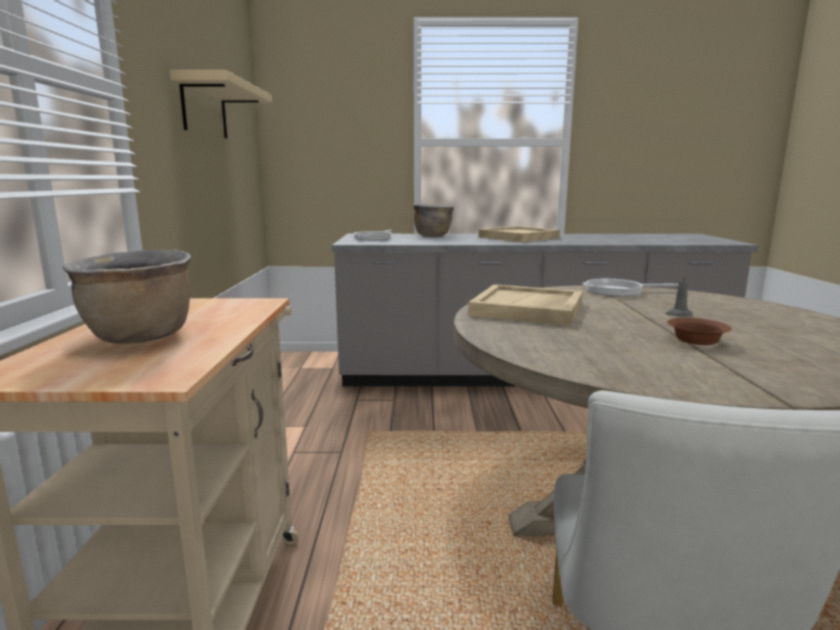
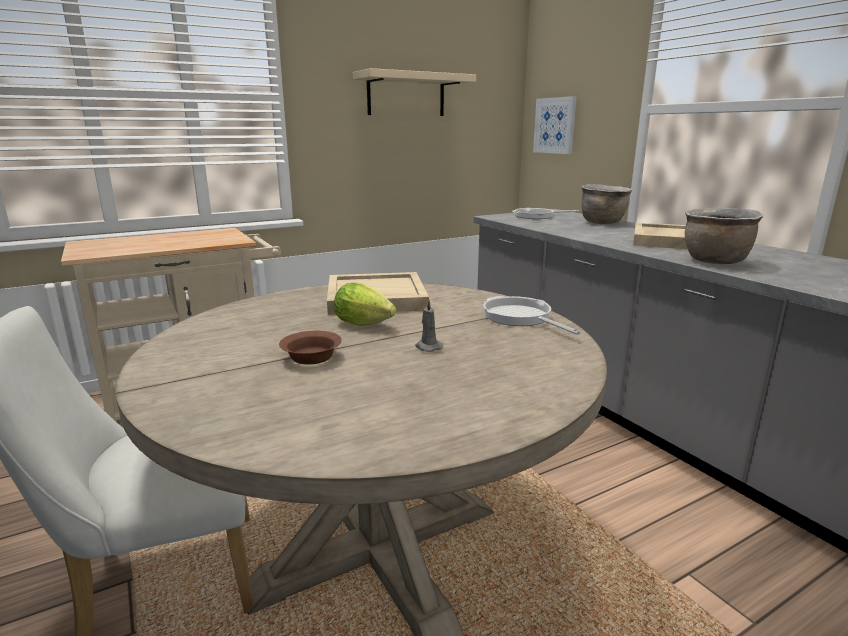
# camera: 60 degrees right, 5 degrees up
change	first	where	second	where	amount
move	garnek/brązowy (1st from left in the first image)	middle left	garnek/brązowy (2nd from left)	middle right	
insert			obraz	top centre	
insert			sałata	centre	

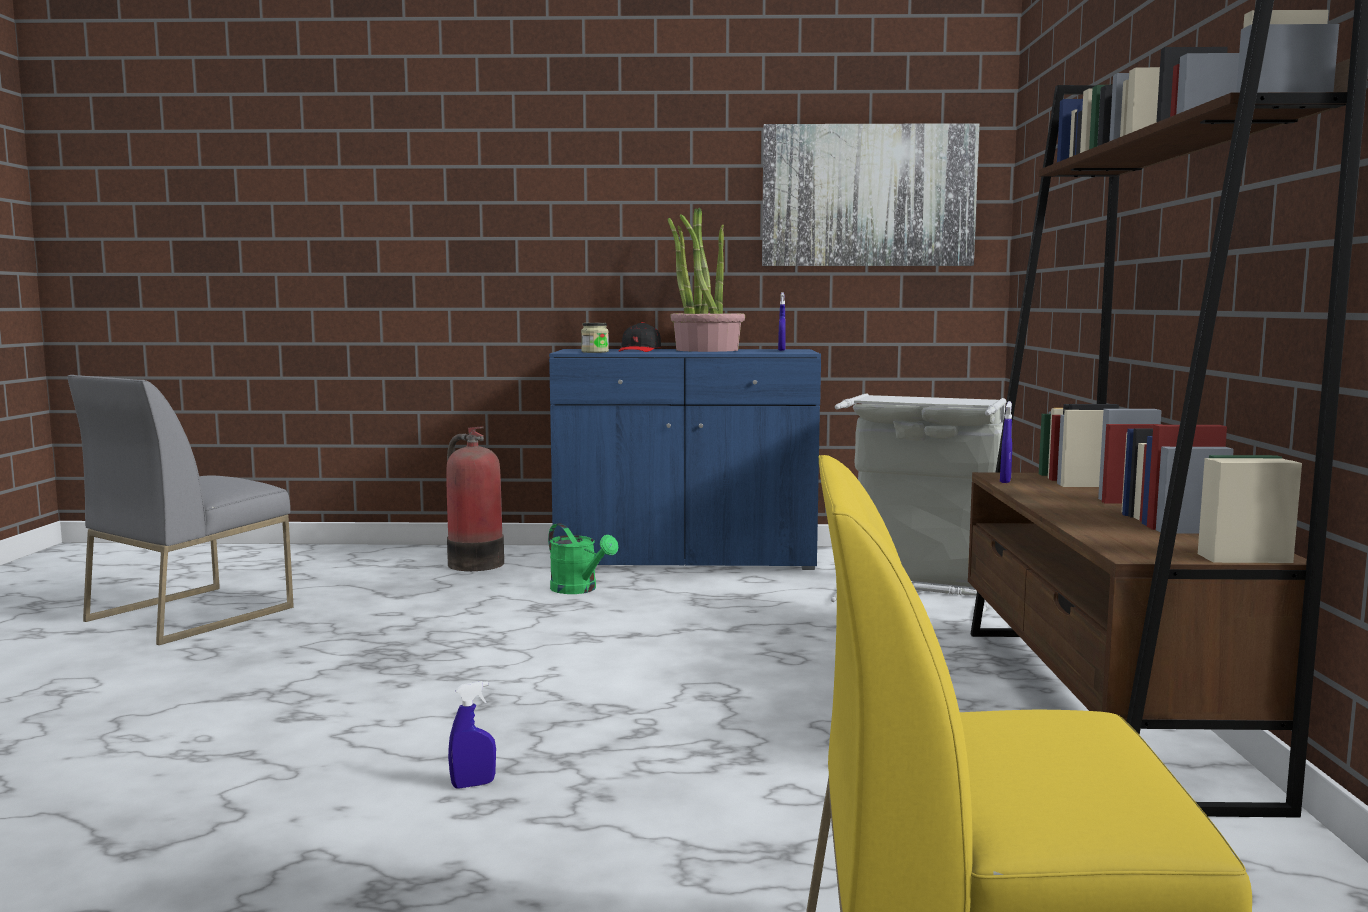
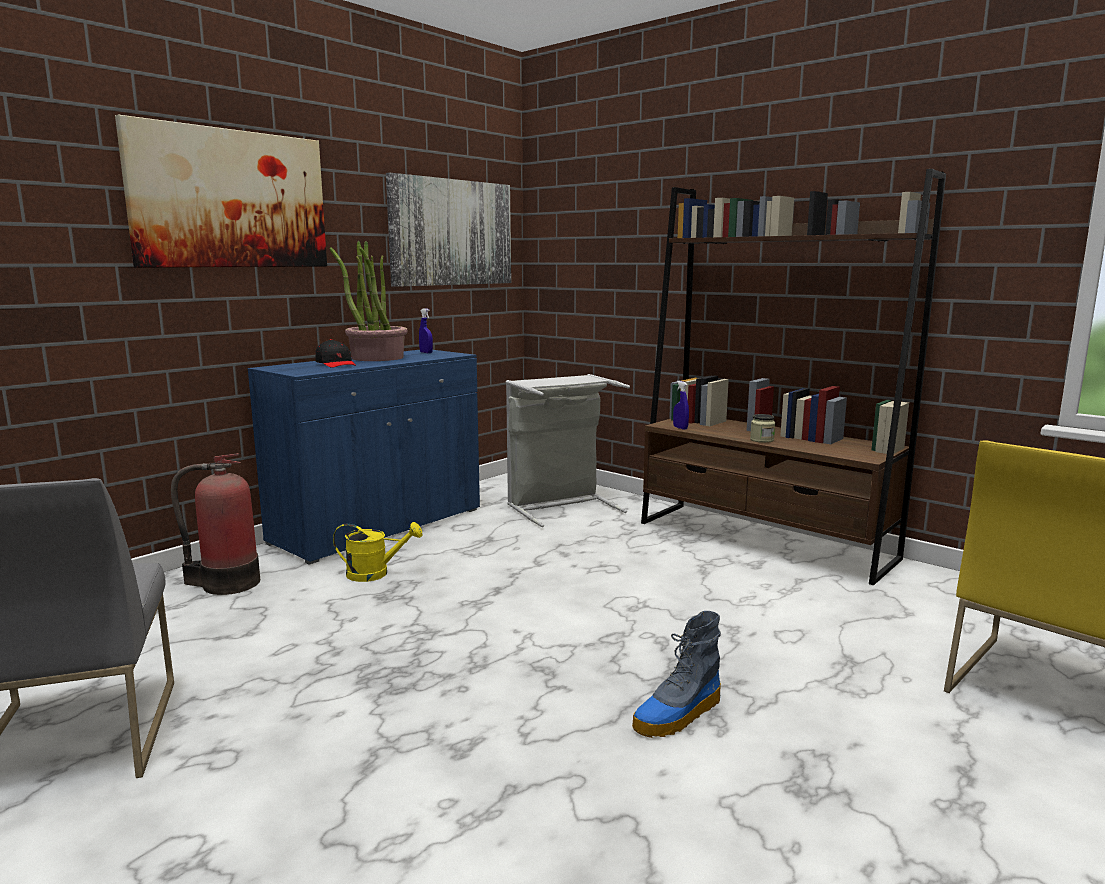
# camera: 50 degrees left, 5 degrees up
change	first	where	second	where	amount
move	słoik	centre		middle right	
recolor	konewka/zielony	centre	konewka/żółty	centre	
replace	spryskiwacz/niebieski (1st from left)	bottom centre	but z cholewką	bottom centre	
insert			obraz (1st from left)	top left	

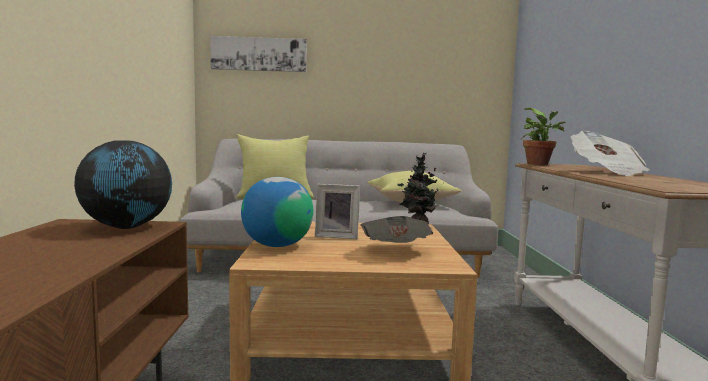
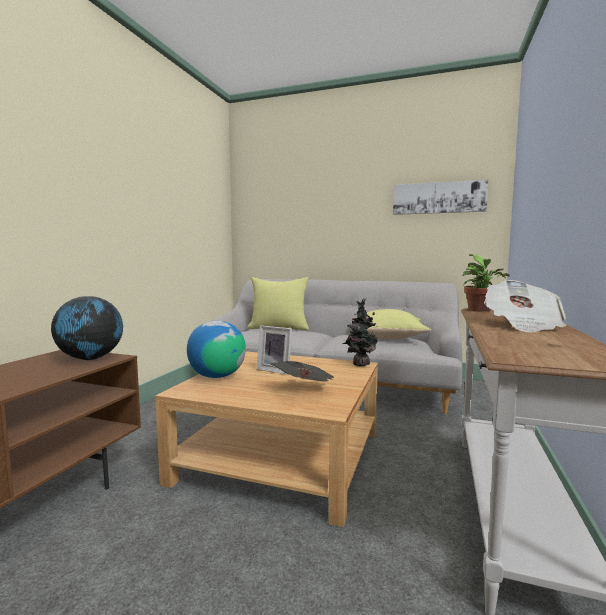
# camera: 20 degrees right, 0 degrees up
change	first	where	second	where	amount
move	obraz	top centre		top right	

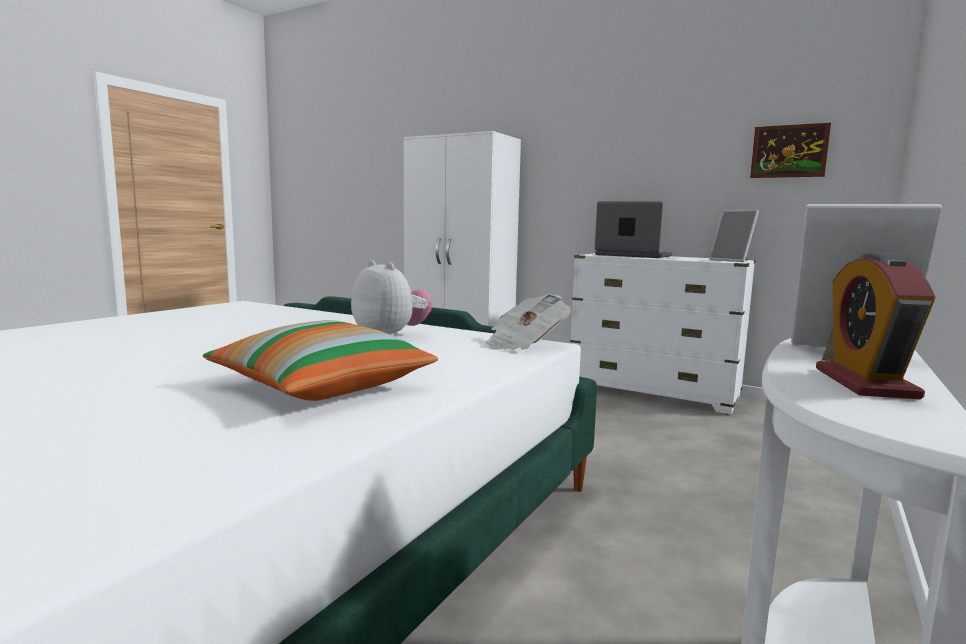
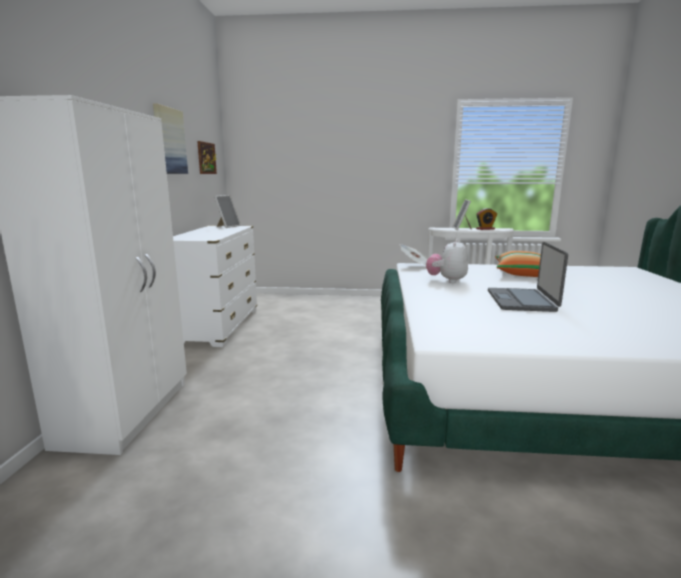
# camera: 115 degrees left, 5 degrees up
change	first	where	second	where	amount
move	laptop	centre		middle right	
insert			obraz (1st from left)	top left	

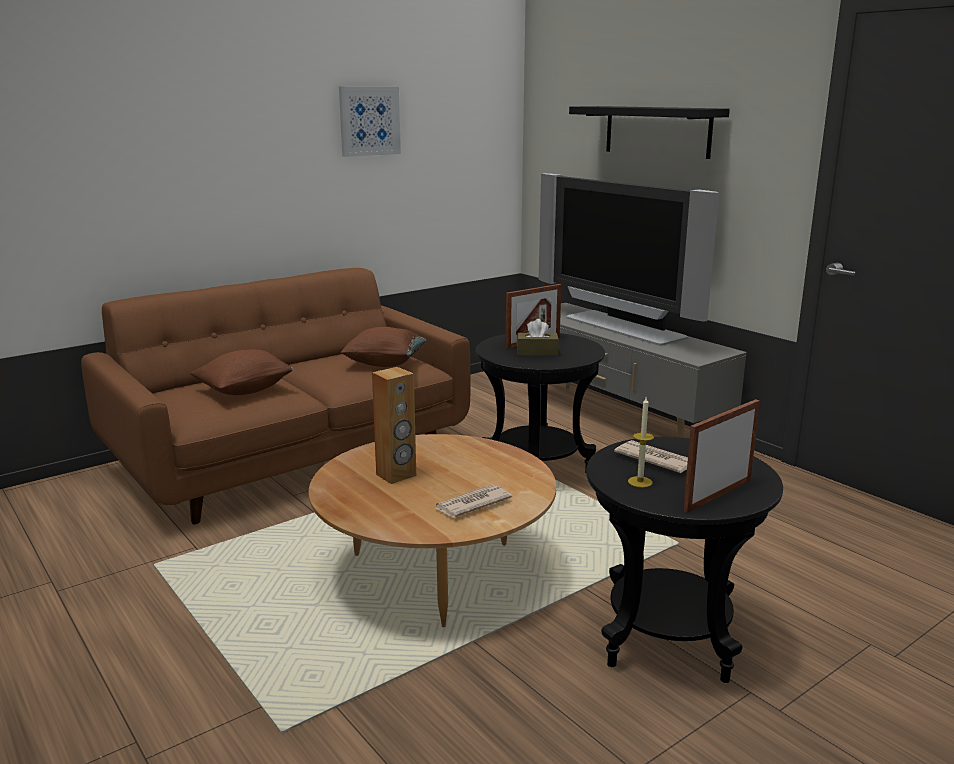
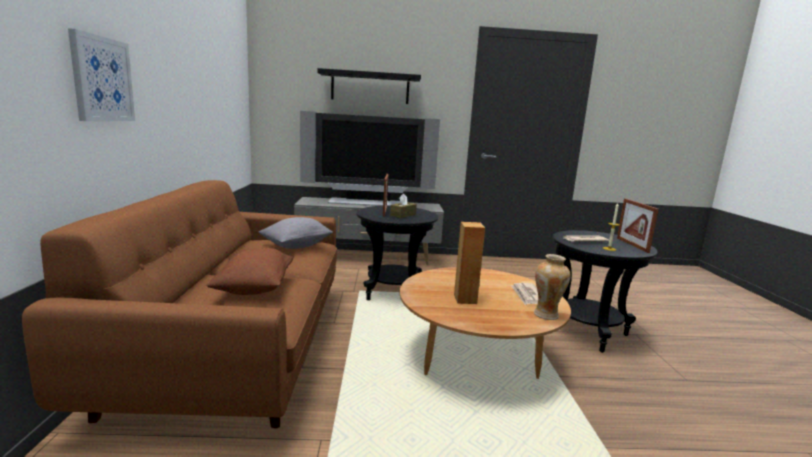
# camera: 55 degrees left, 5 degrees down
change	first	where	second	where	amount
move	obraz	top centre		top left	
recolor	poduszka/brązowy (2nd from left)	centre	poduszka/szary	centre	
insert			wazon	middle right	

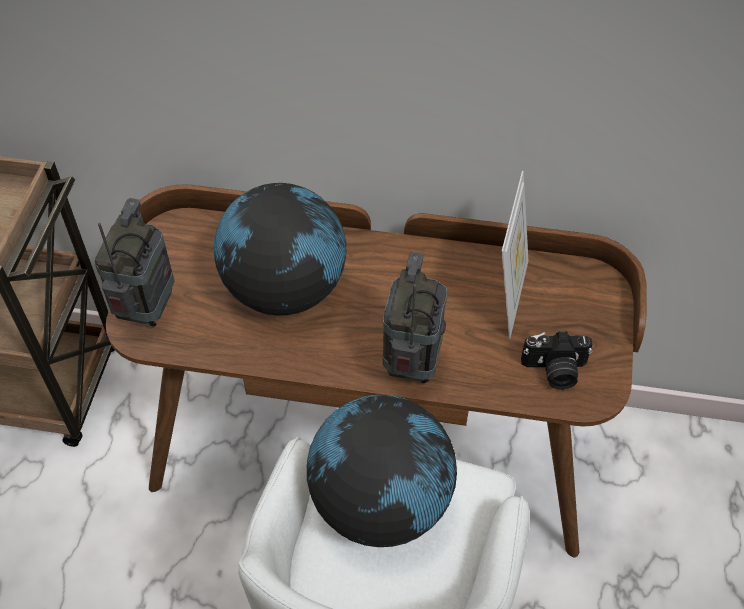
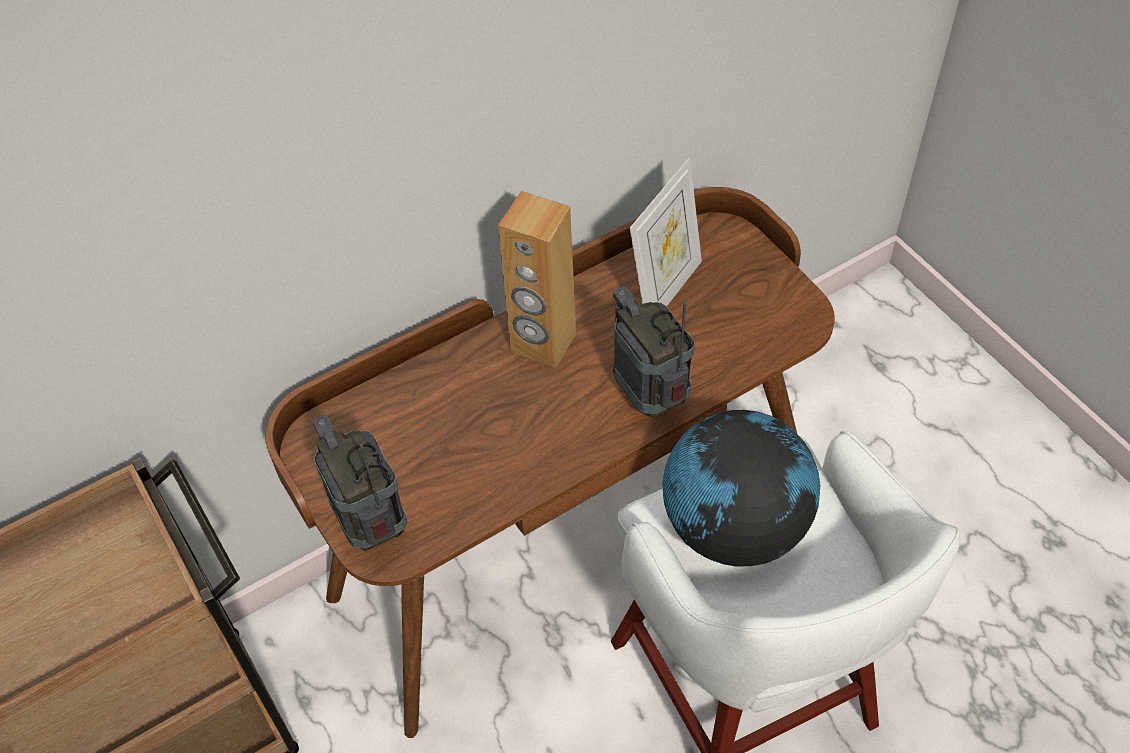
# camera: 40 degrees left, 0 degrees up
change	first	where	second	where	amount
rotate	ramka na zdjęcie	middle right		top centre	60 degrees clockwise
delete	globus (1st from left)	centre			
delete	aparat fotograficzny	middle right			
insert			głośnik/brązowy	centre	

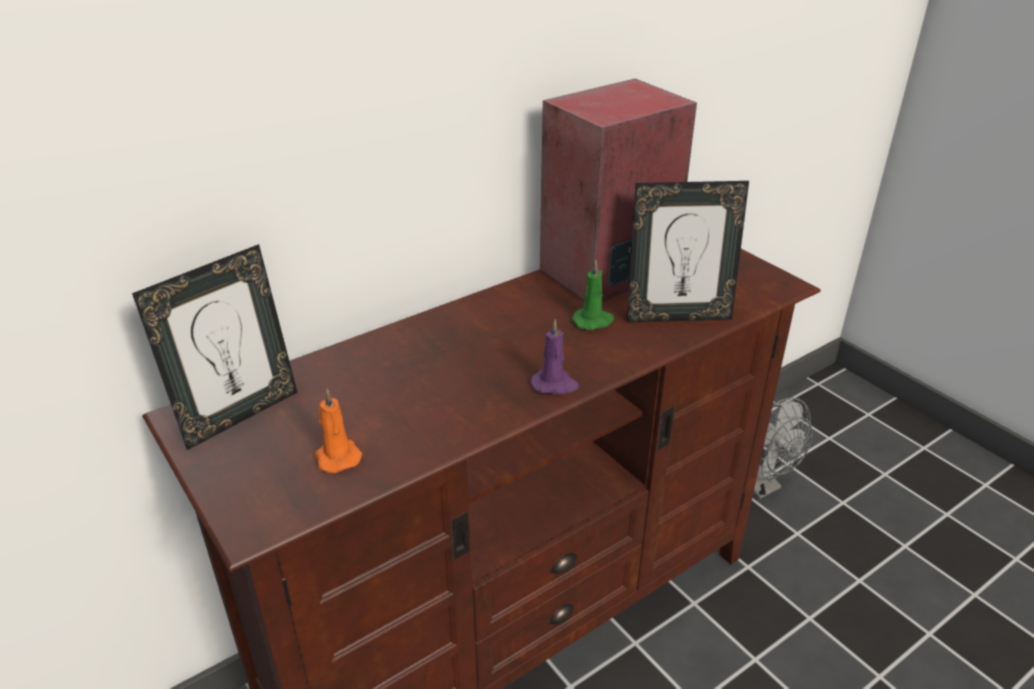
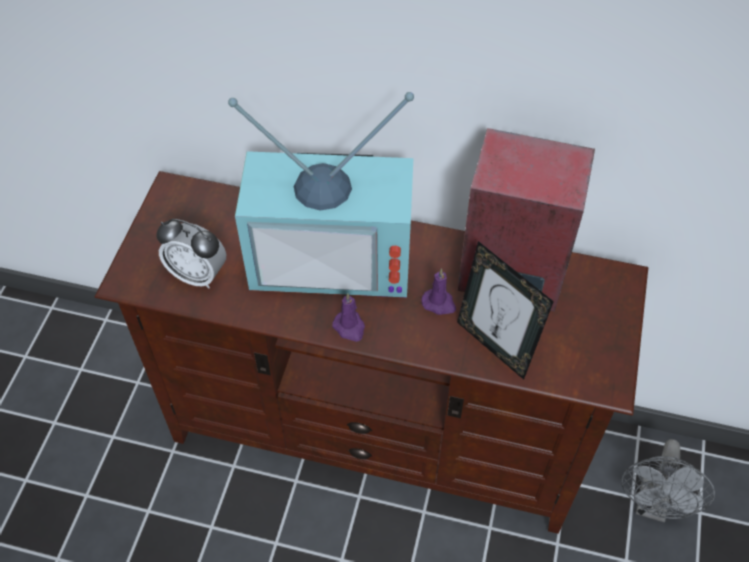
# camera: 50 degrees right, 20 degrees up
change	first	where	second	where	amount
delete	ramka na zdjęcie (1st from left)	middle left			
recolor	świeca/zielony	centre	świeca/fioletowy (2nd from left)	centre	
replace	świeca/pomarańczowy	middle left	budzik	middle left	
insert			telewizor	centre	

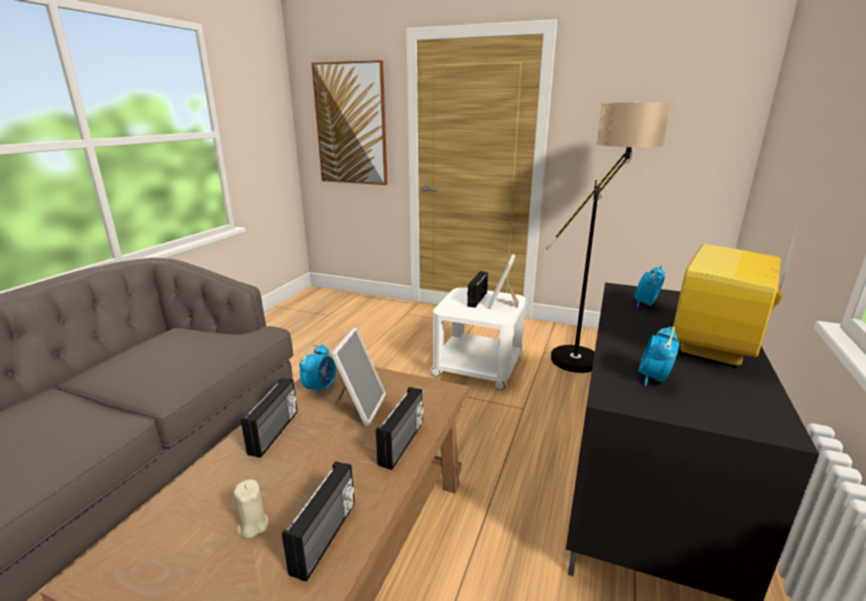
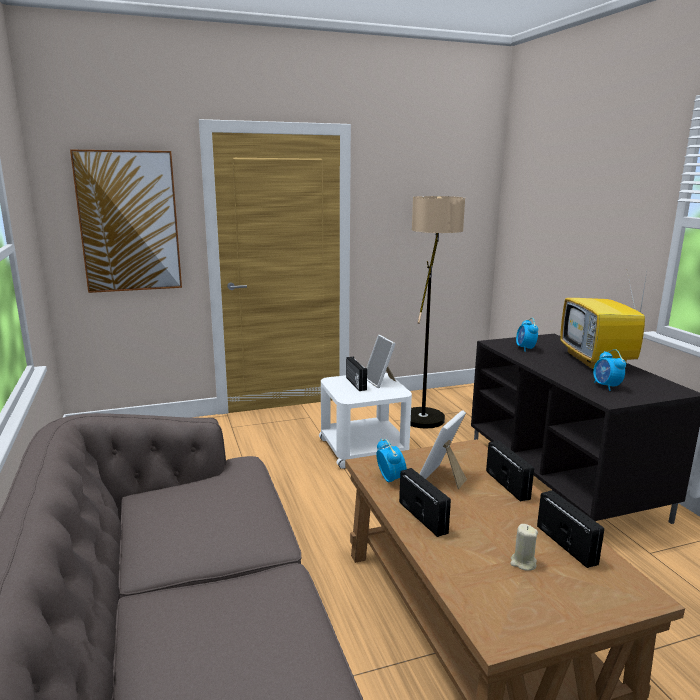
# camera: 40 degrees left, 5 degrees down
change	first	where	second	where	amount
rotate	ramka na zdjęcie (1st from left in the first image)	centre	ramka na zdjęcie (2nd from left)	centre	120 degrees counterclockwise

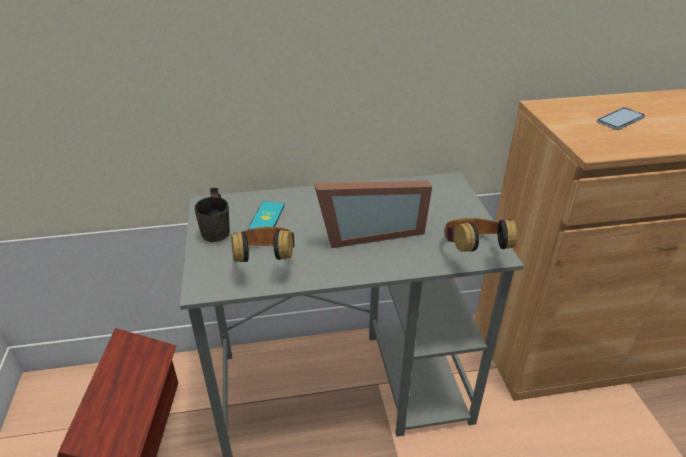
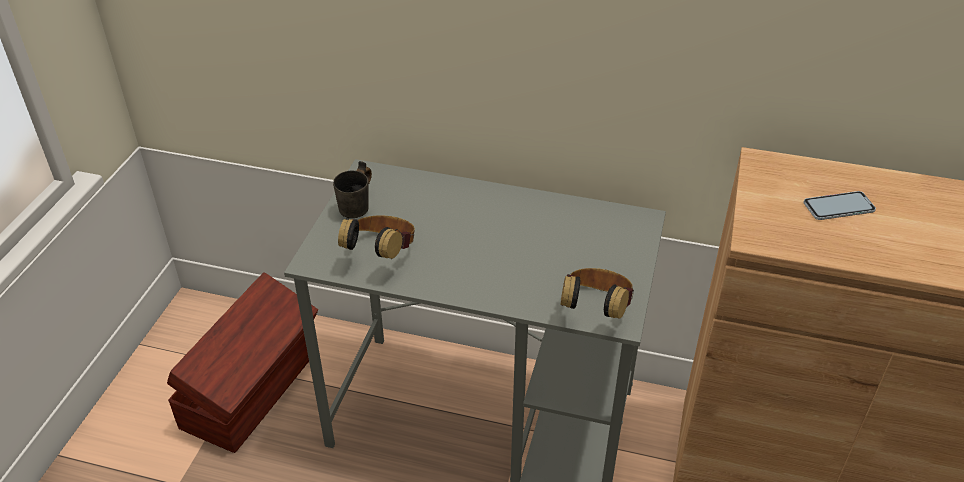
# camera: 25 degrees right, 5 degrees up
change	first	where	second	where	amount
delete	ramka na zdjęcie	centre			
delete	telefon (1st from left)	centre			

